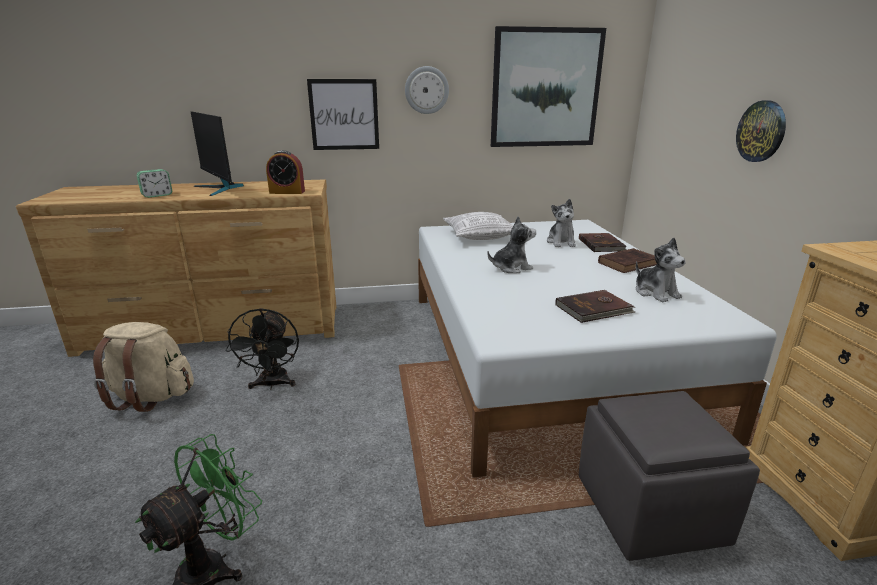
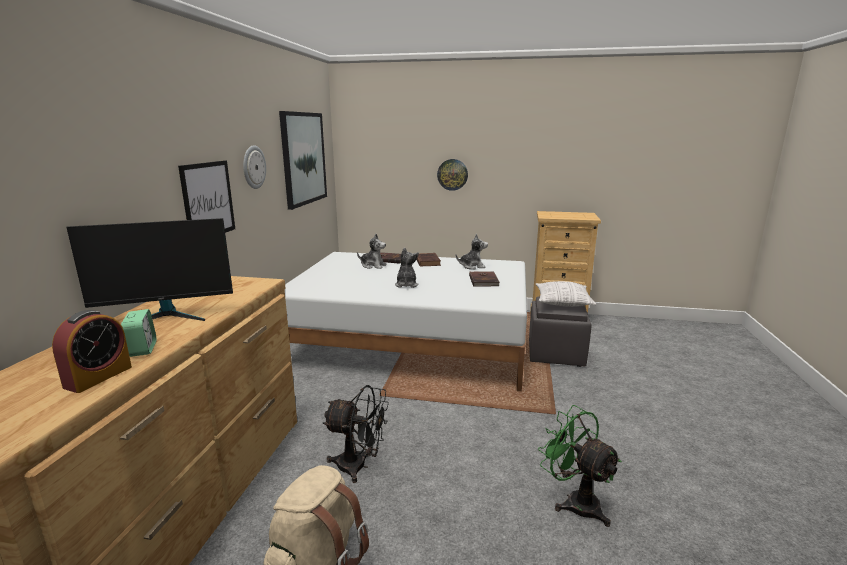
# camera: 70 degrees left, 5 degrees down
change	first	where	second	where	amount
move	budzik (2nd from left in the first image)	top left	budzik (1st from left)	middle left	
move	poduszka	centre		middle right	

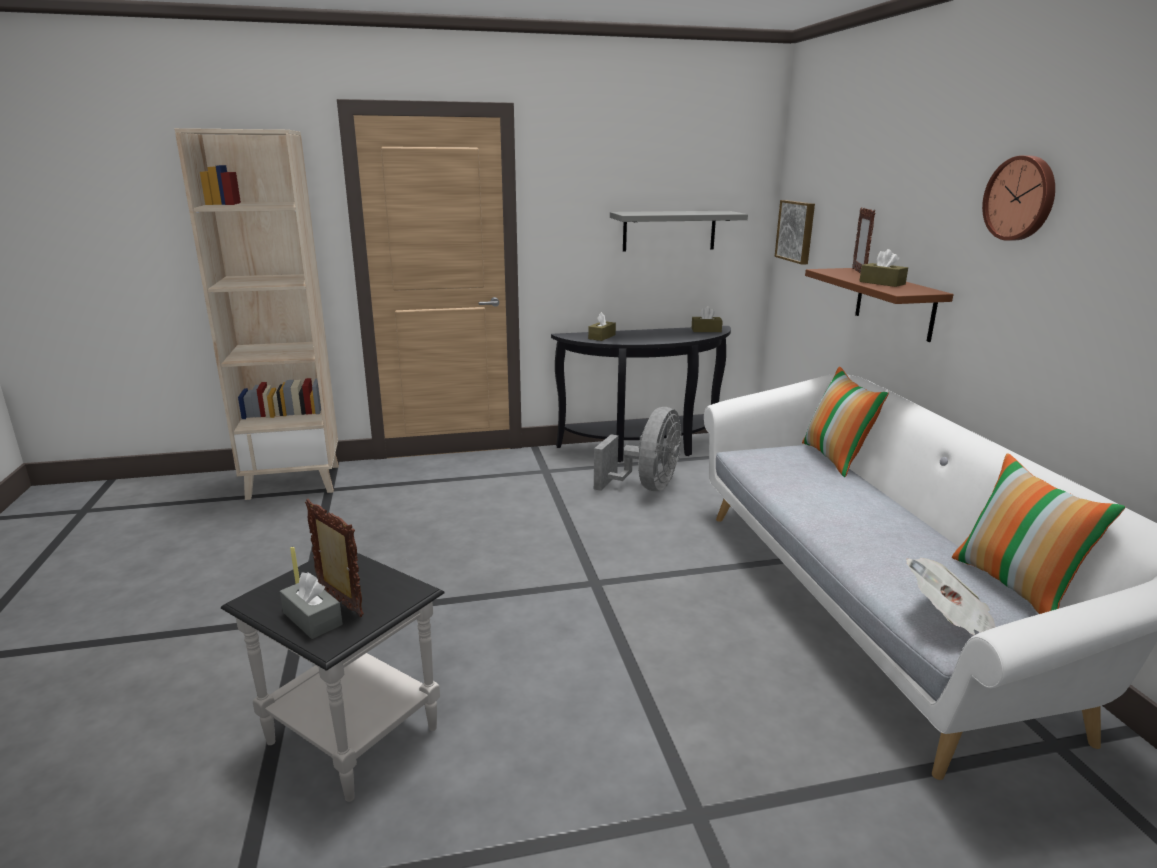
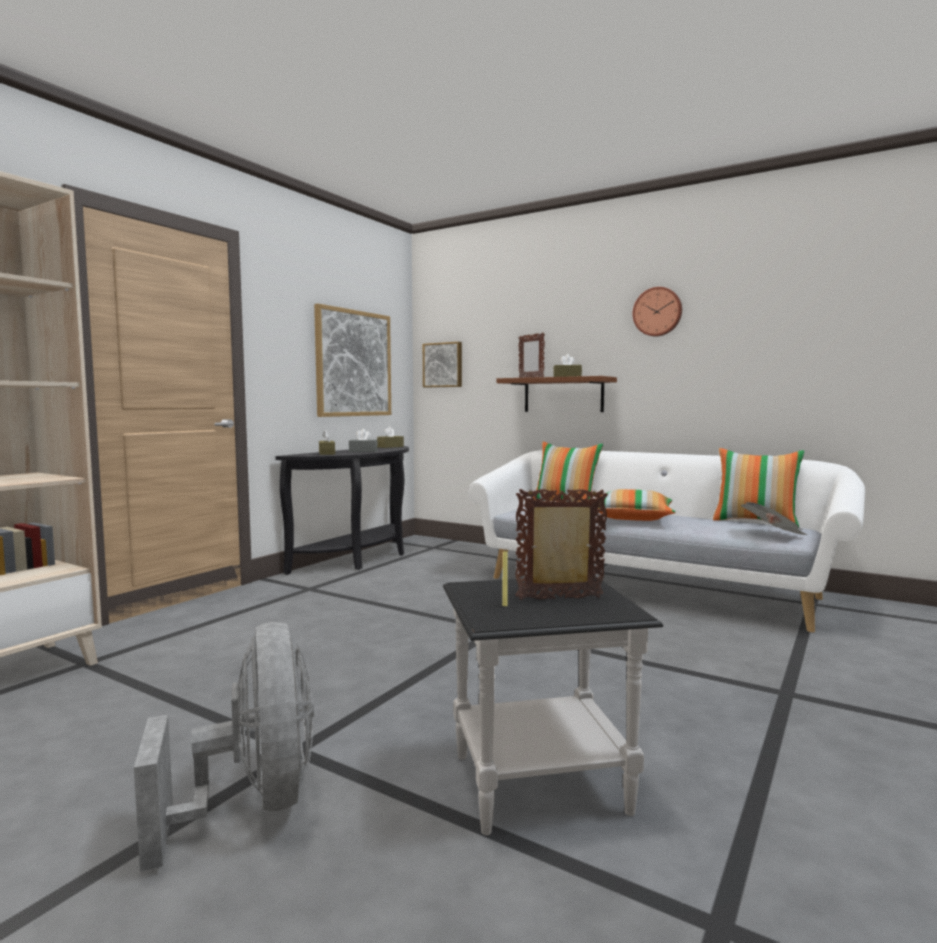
# camera: 45 degrees left, 15 degrees down
change	first	where	second	where	amount
replace	półka/szary	top centre	obraz (1st from left)	centre	
move	wentylator/szary	centre		bottom left	
move	pudełko chusteczek/szary	bottom left		centre	
insert			poduszka (2nd from left)	middle right	

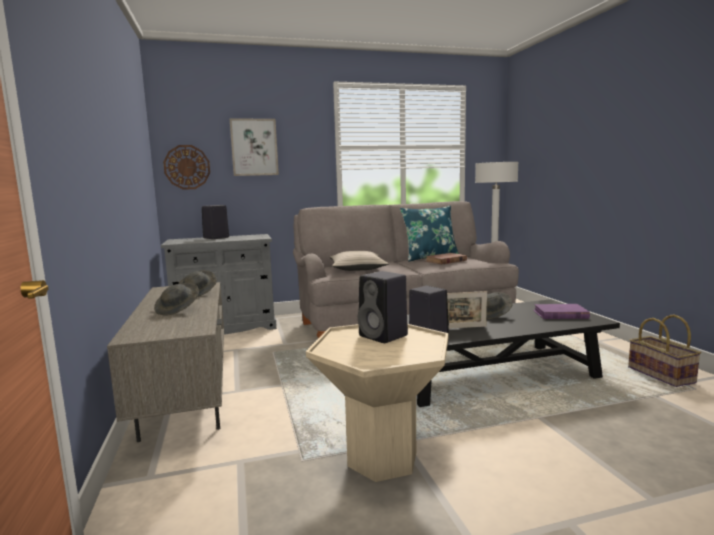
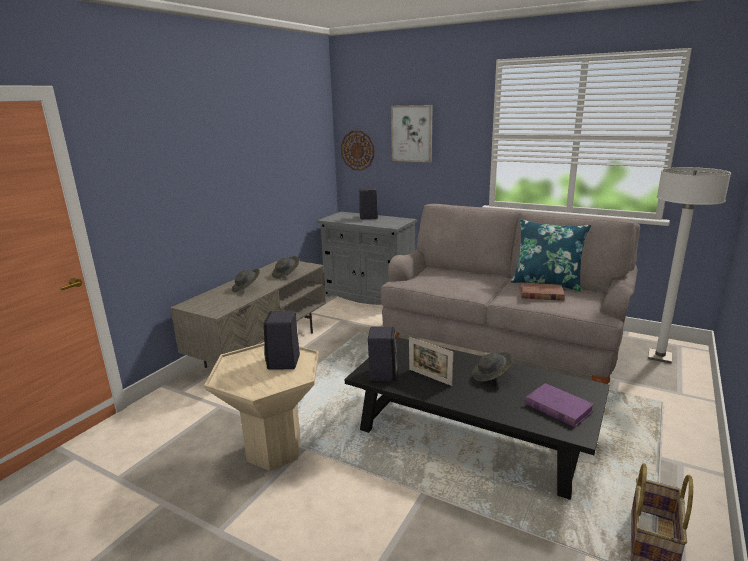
# camera: 45 degrees right, 10 degrees up
change	first	where	second	where	amount
delete	poduszka/beżowy	centre			

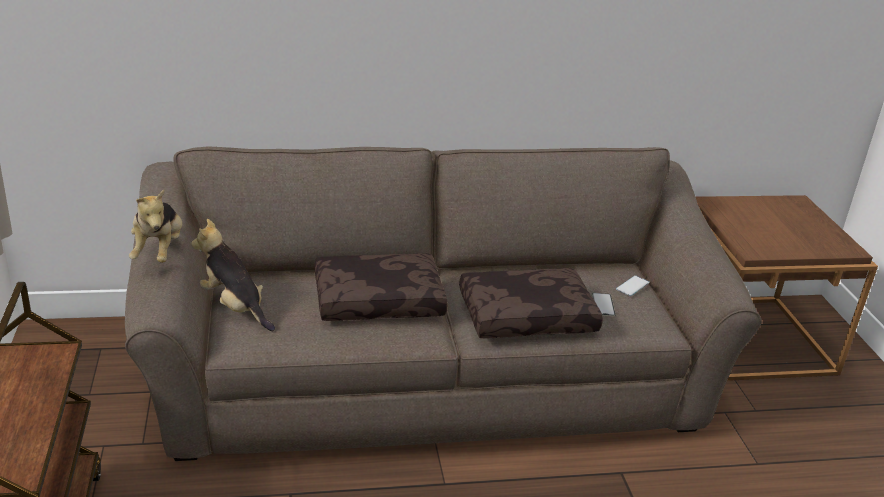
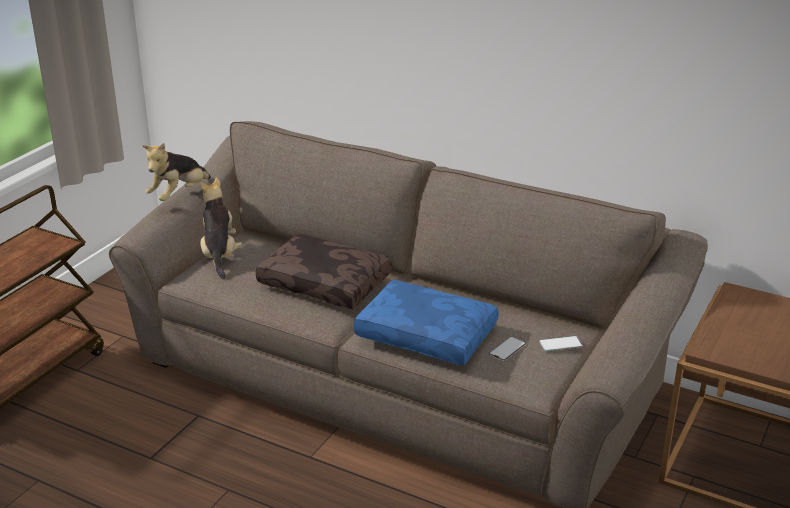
# camera: 40 degrees right, 0 degrees up
change	first	where	second	where	amount
recolor	poduszka/brązowy (2nd from left)	centre	poduszka/niebieski	centre	

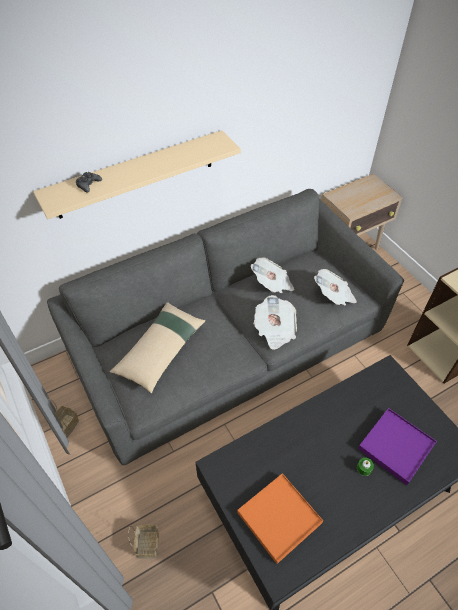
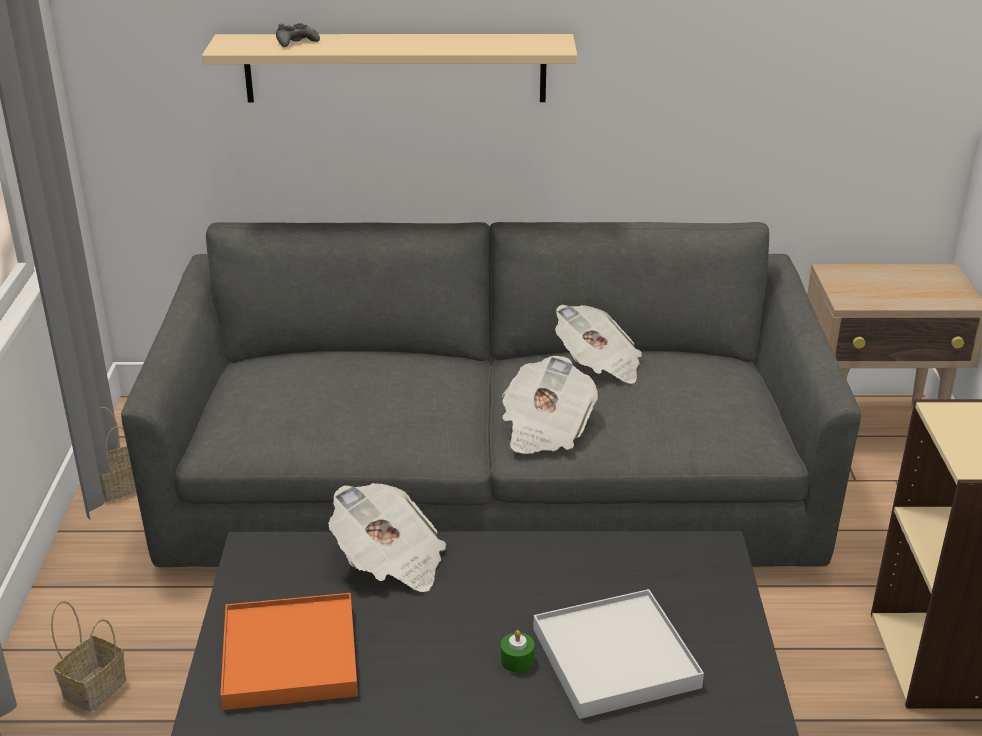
# camera: 30 degrees right, 20 degrees down
change	first	where	second	where	amount
move	gazeta (3rd from left in the first image)	middle right	gazeta (1st from left)	bottom centre	
delete	poduszka/beżowy	centre			
recolor	taca/fioletowy	bottom right	taca/biały	bottom centre	

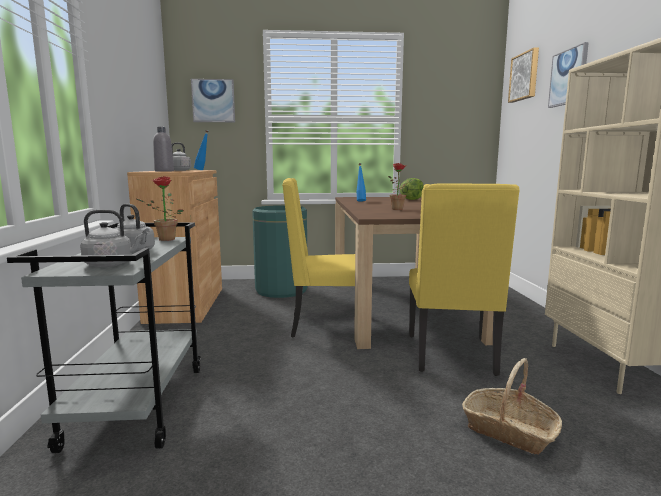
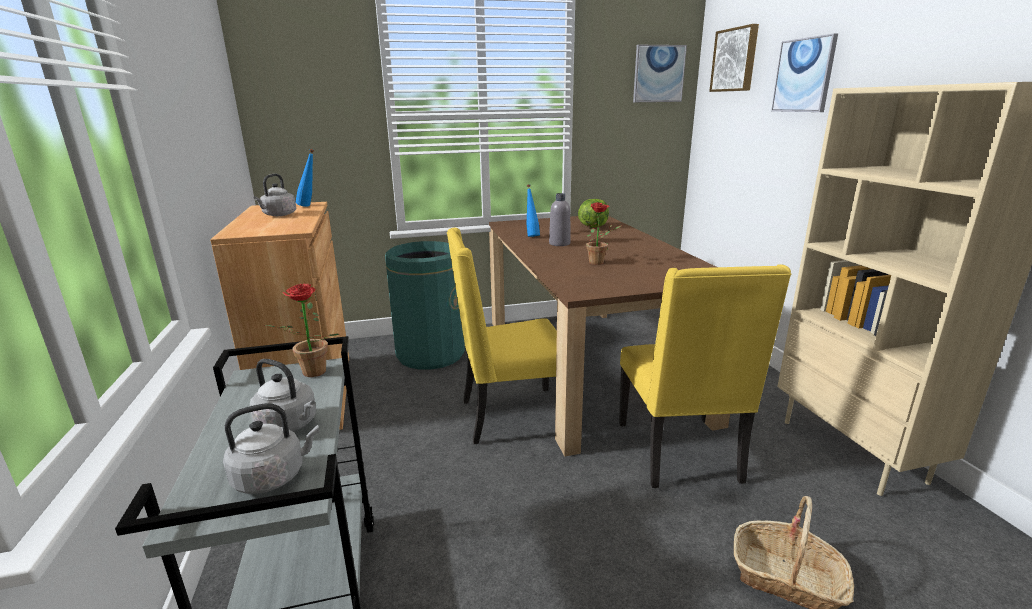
# camera: 10 degrees left, 10 degrees up
change	first	where	second	where	amount
move	obraz (1st from left)	top left		top centre	
move	butelka/szary	top left		centre	

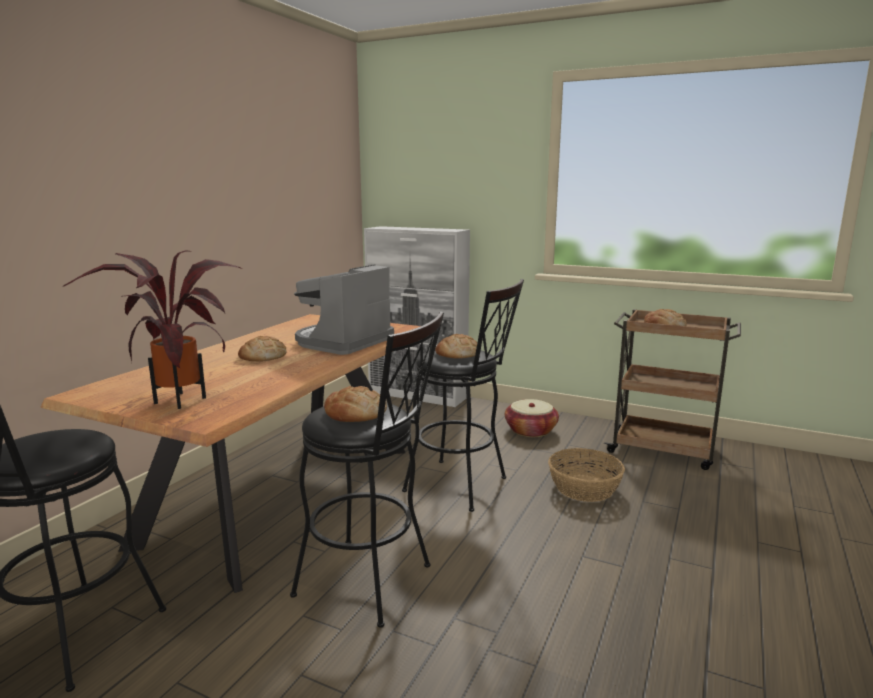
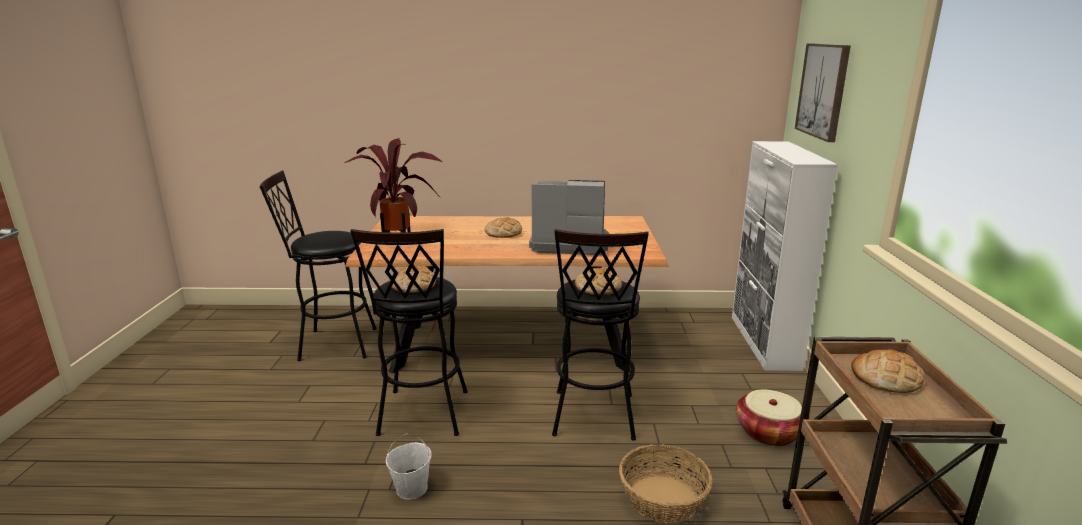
# camera: 65 degrees right, 5 degrees up
change	first	where	second	where	amount
insert			obraz	top right	
insert			wiadro/biały	bottom centre	

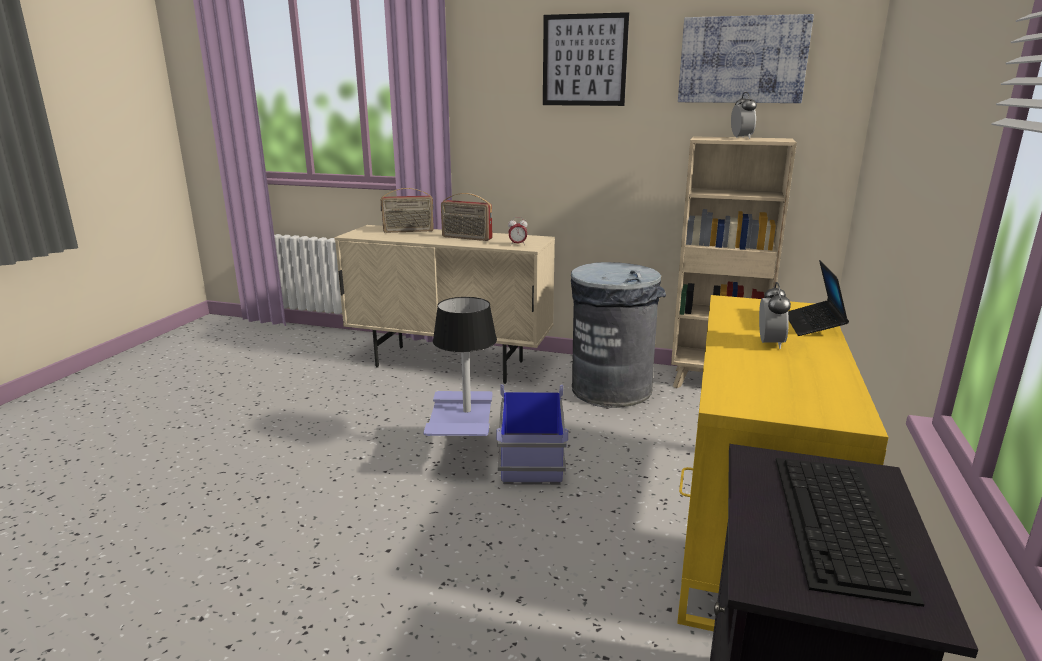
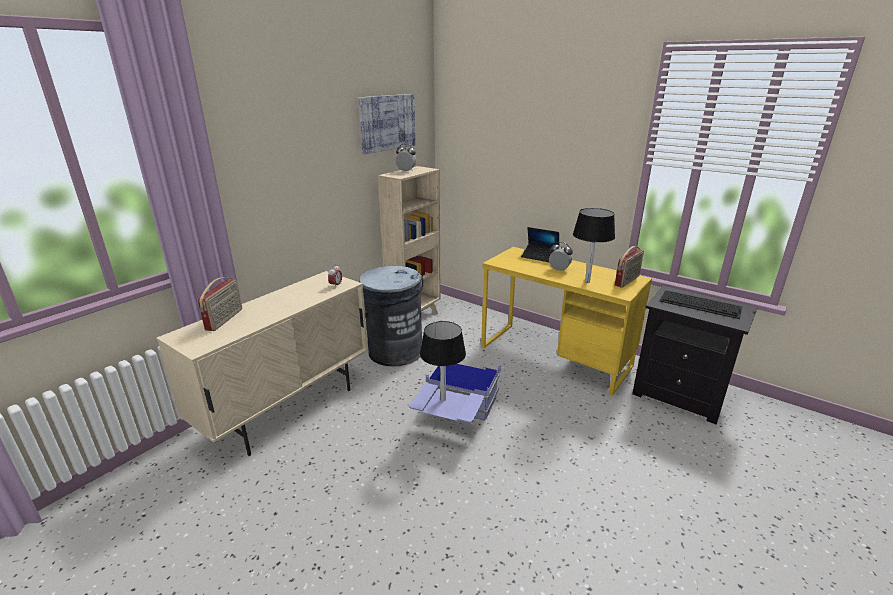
# camera: 70 degrees left, 5 degrees up
change	first	where	second	where	amount
delete	obraz (1st from left)	top centre			
move	radio (2nd from left)	top centre		middle right	
insert			lampa stołowa/czarny (2nd from left)	centre	

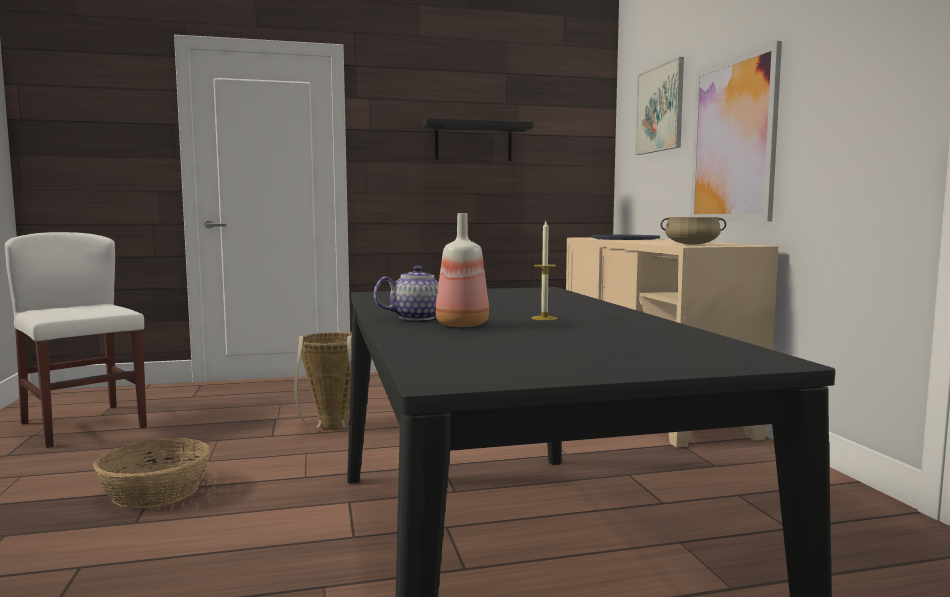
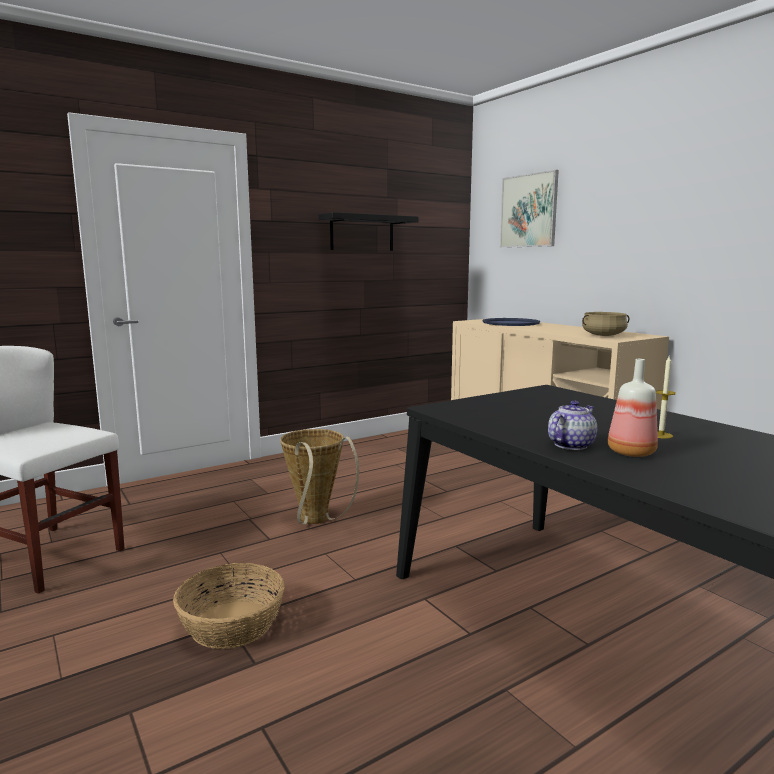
# camera: 20 degrees left, 5 degrees up
change	first	where	second	where	amount
delete	obraz (2nd from left)	top right			

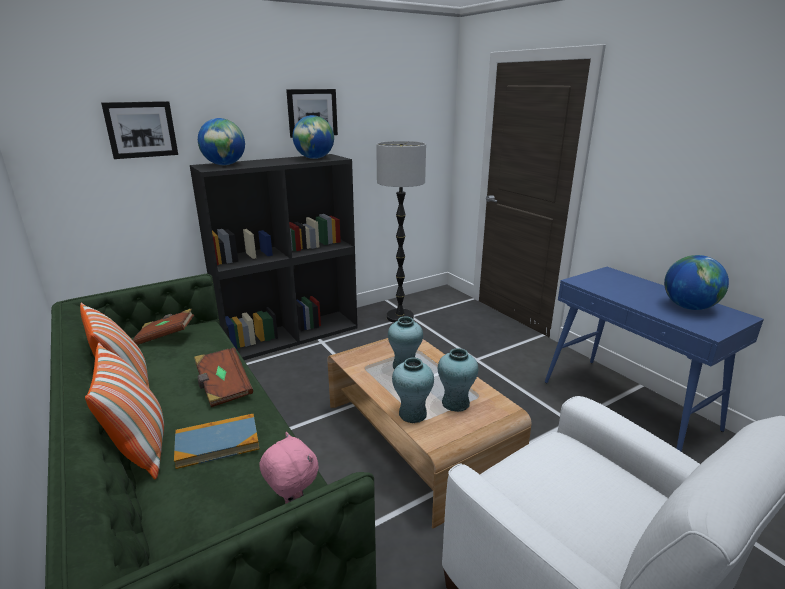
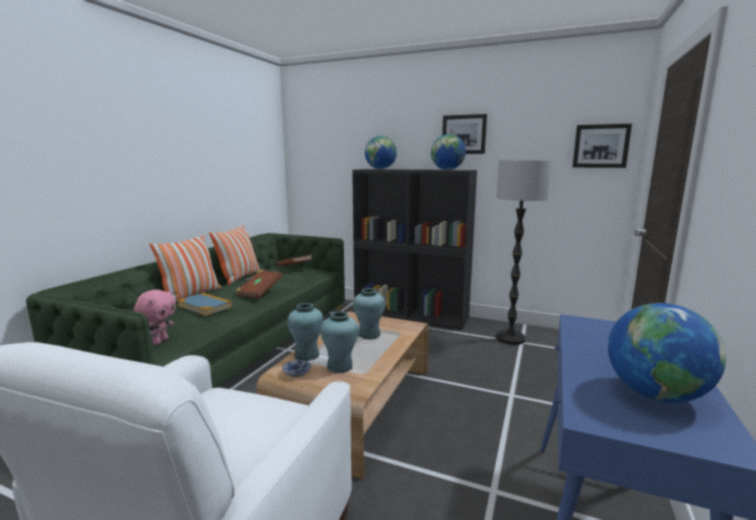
# camera: 55 degrees right, 10 degrees down
change	first	where	second	where	amount
move	obraz (1st from left in the first image)	top left	obraz (2nd from left)	top right	
insert			miska	bottom centre	

